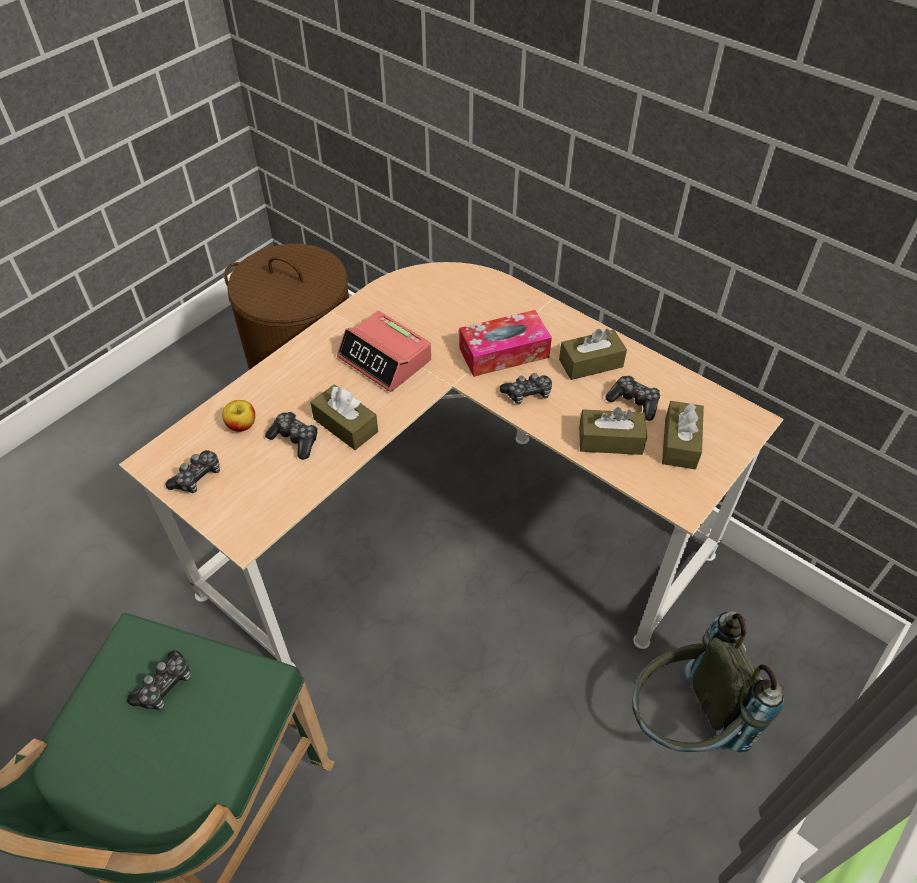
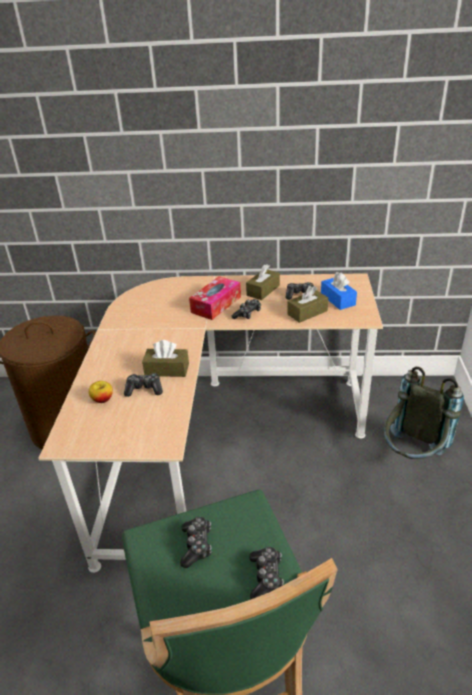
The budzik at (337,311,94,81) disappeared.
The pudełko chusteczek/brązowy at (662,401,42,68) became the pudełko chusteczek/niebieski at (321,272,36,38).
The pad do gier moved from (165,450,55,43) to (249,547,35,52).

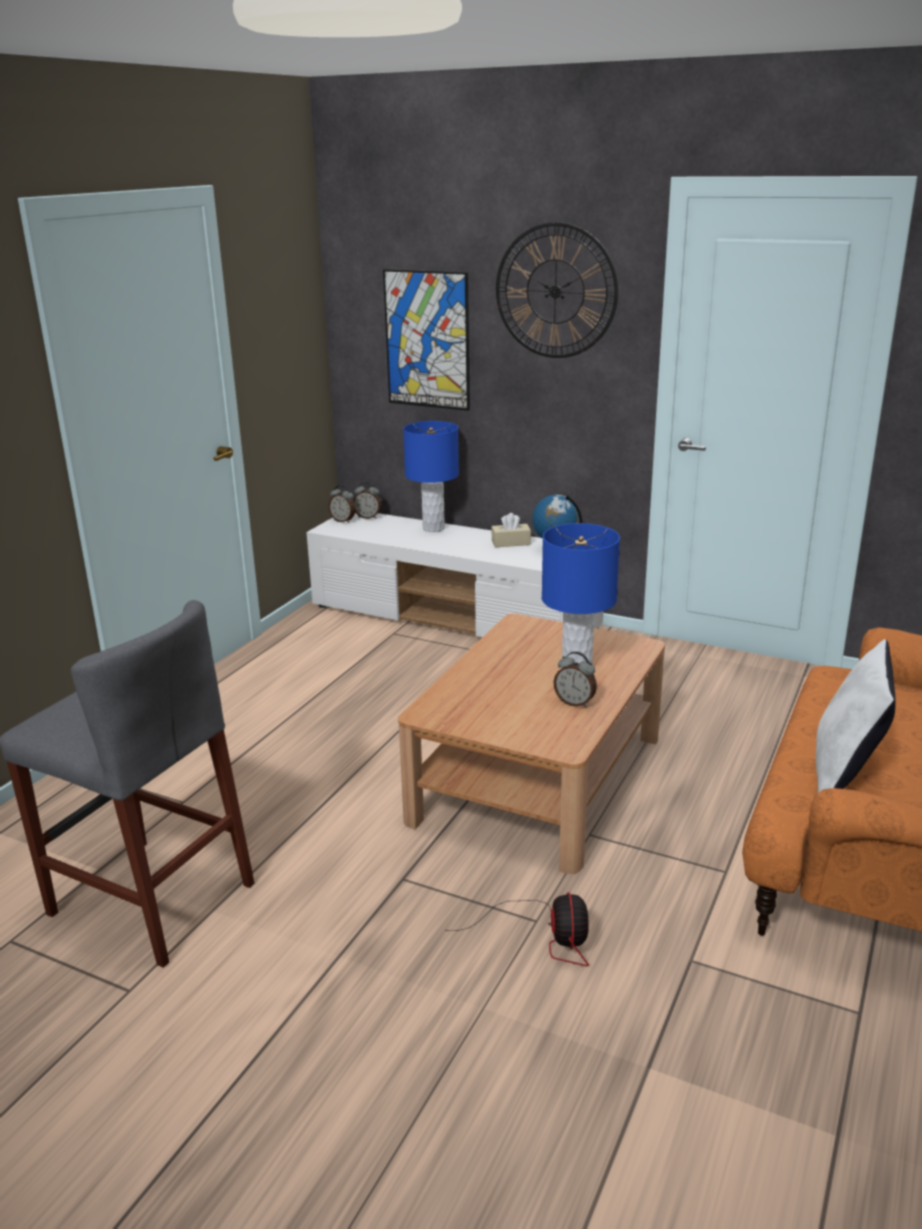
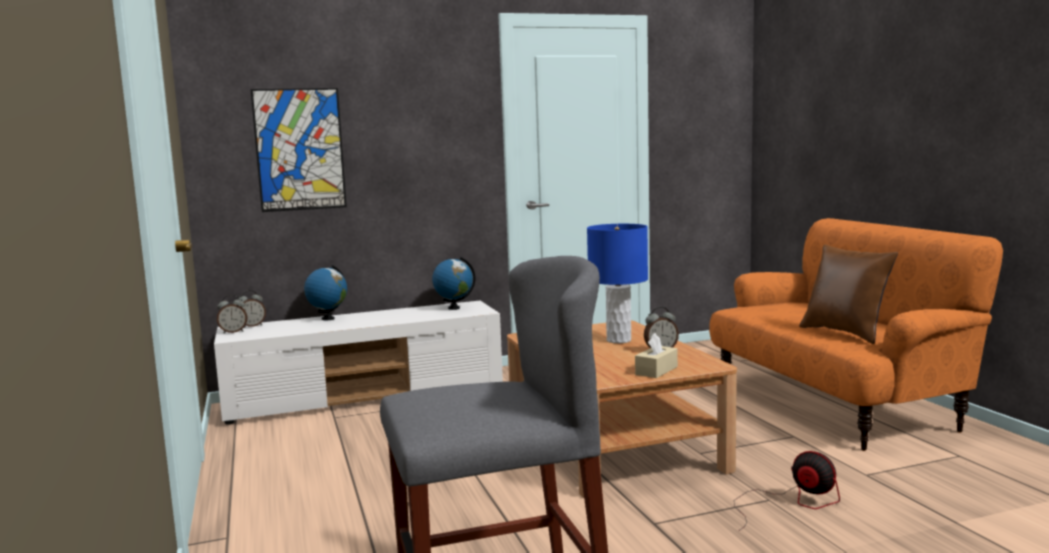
The zegar ścienny at (496,222,122,136) disappeared.
The lampa stołowa/niebieski at (403,421,56,111) was replaced by the globus at (304,265,43,55).
The pudełko chusteczek/beżowy moved from (491,513,40,34) to (635,333,43,45).
The poduszka/biały at (816,639,80,154) became the poduszka/brązowy at (799,244,99,100).

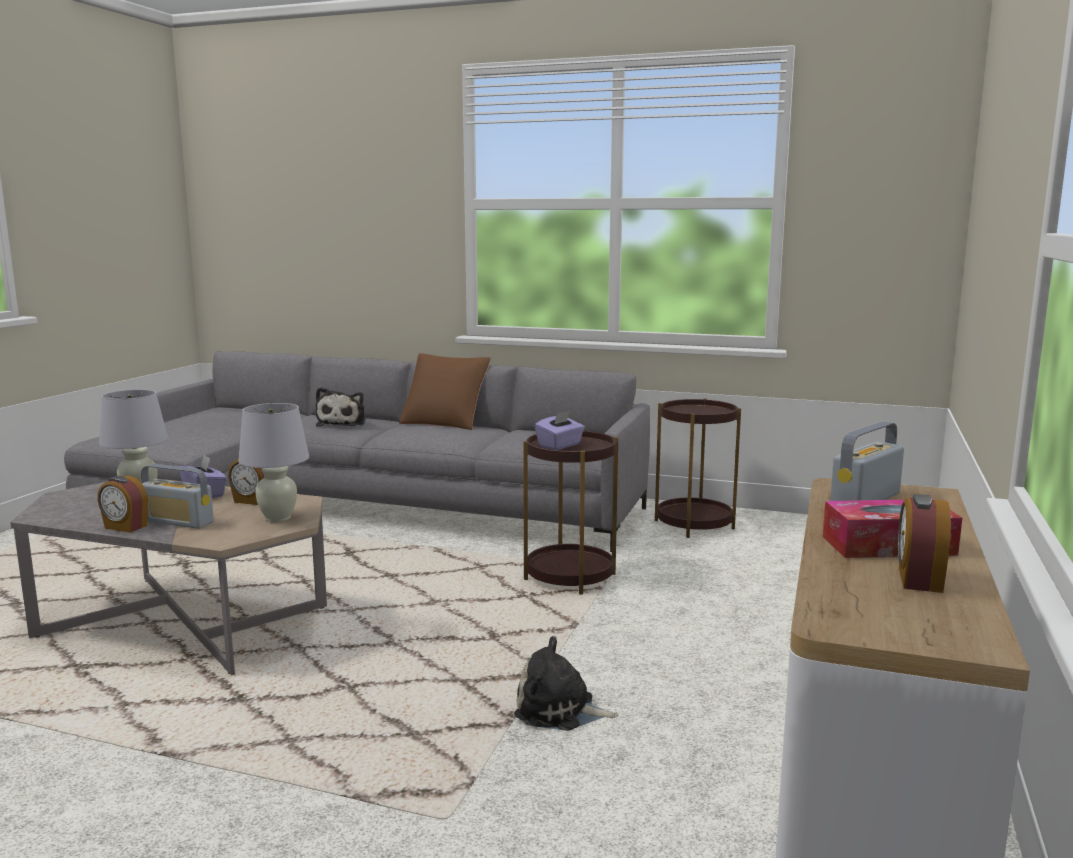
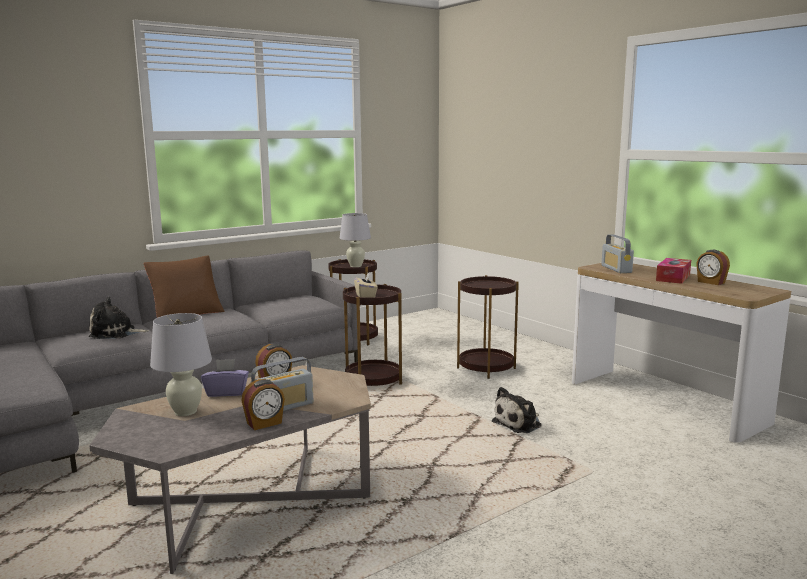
The pluszak at (316,387,50,39) turned 135 degrees clockwise.
The lampa stołowa/biały moved from (238,403,71,119) to (340,213,31,54).
The pudełko chusteczek/fioletowy at (535,410,50,40) became the pudełko chusteczek/beżowy at (354,273,24,25).
The stolik/brązowy at (457,275,62,104) appeared.

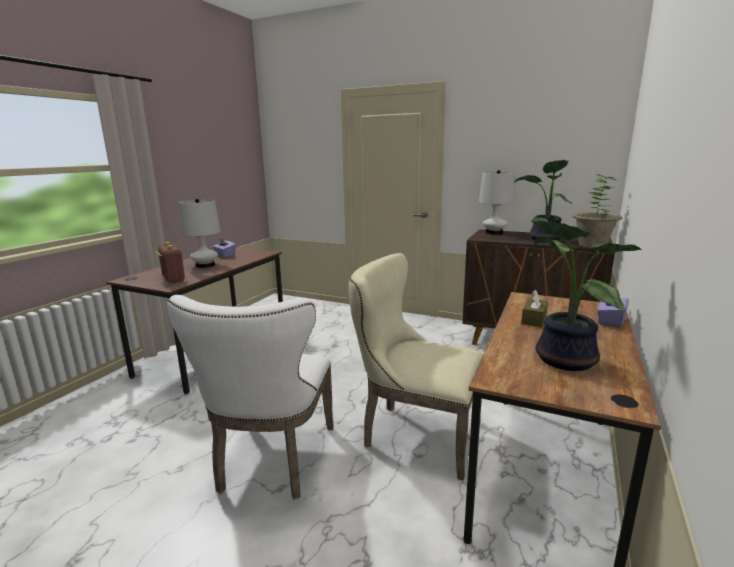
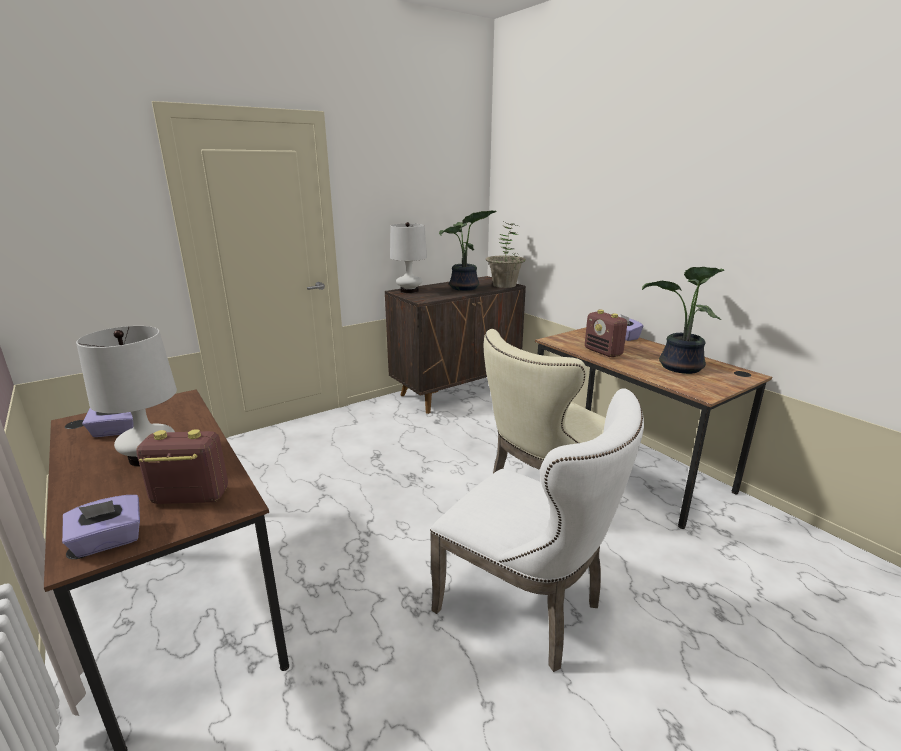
The pudełko chusteczek/brązowy at (521,290,27,37) was replaced by the radio at (585,310,43,47).
The pudełko chusteczek/fioletowy at (62,495,78,62) appeared.

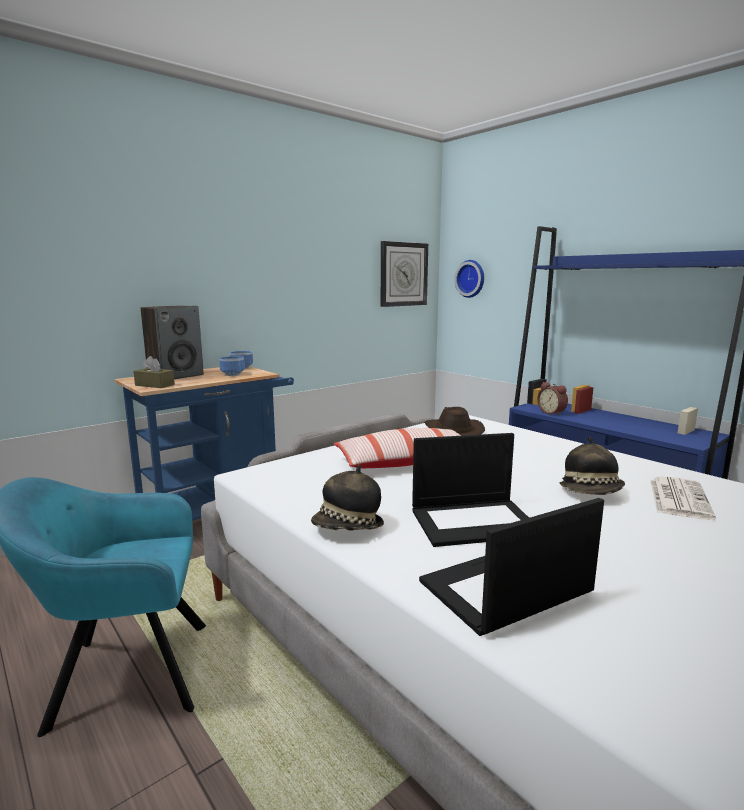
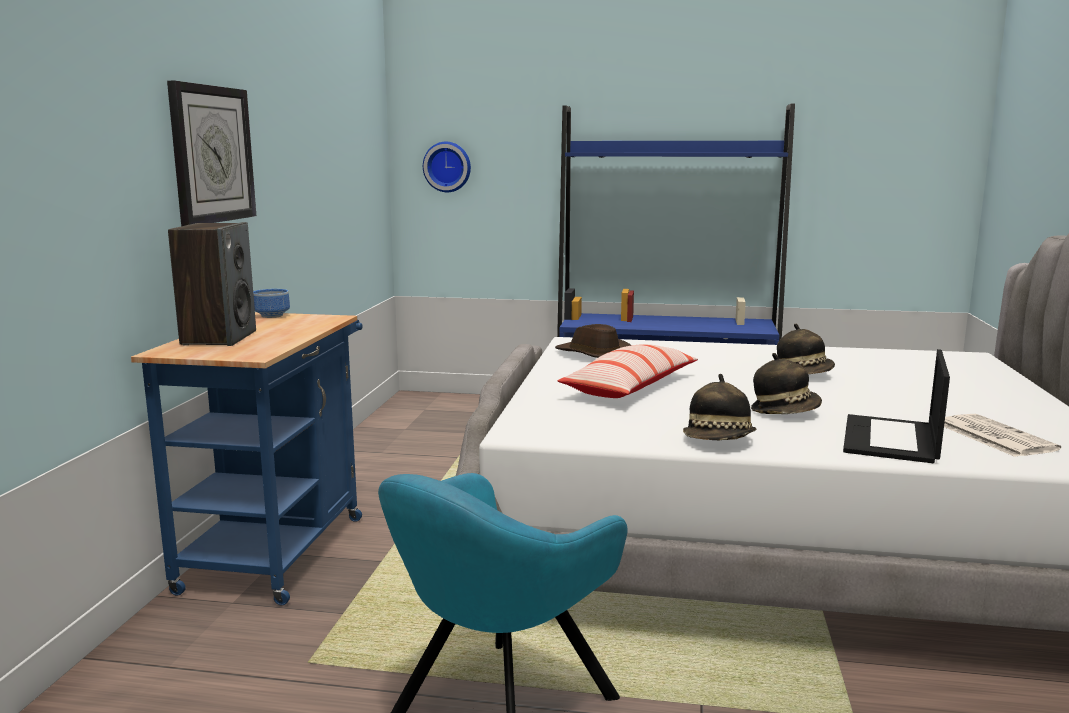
The zegar ścienny moved from (381,241,47,66) to (167,81,89,145).
The pudełko chusteczek/brązowy at (133,356,42,32) disappeared.
The miska at (219,356,26,20) disappeared.
The budzik at (537,382,31,34) disappeared.
The laptop at (412,433,117,114) was replaced by the kapelusz at (751,353,71,61).
The gazeta moved from (650,476,66,44) to (944,414,117,43).

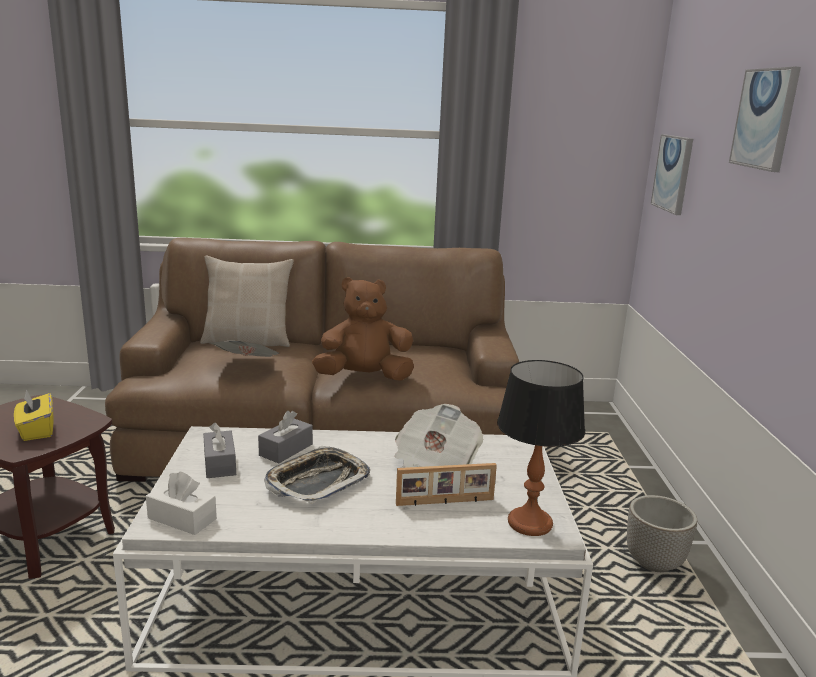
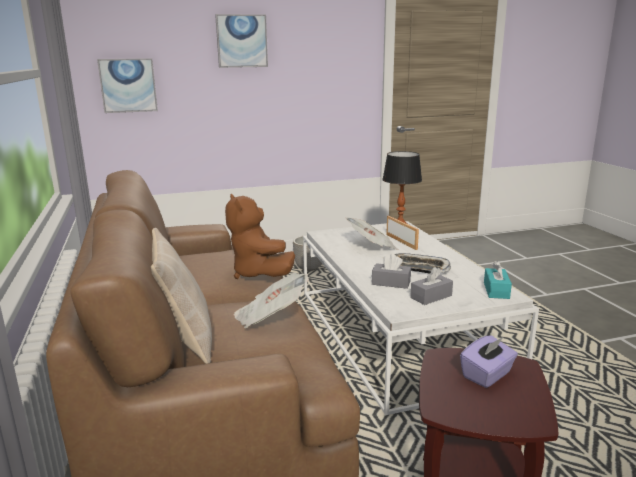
The pudełko chusteczek/żółty at (14,390,39,51) became the pudełko chusteczek/fioletowy at (460,335,58,53).
The pudełko chusteczek/biały at (146,471,71,64) became the pudełko chusteczek/turkusowy at (484,260,28,39).

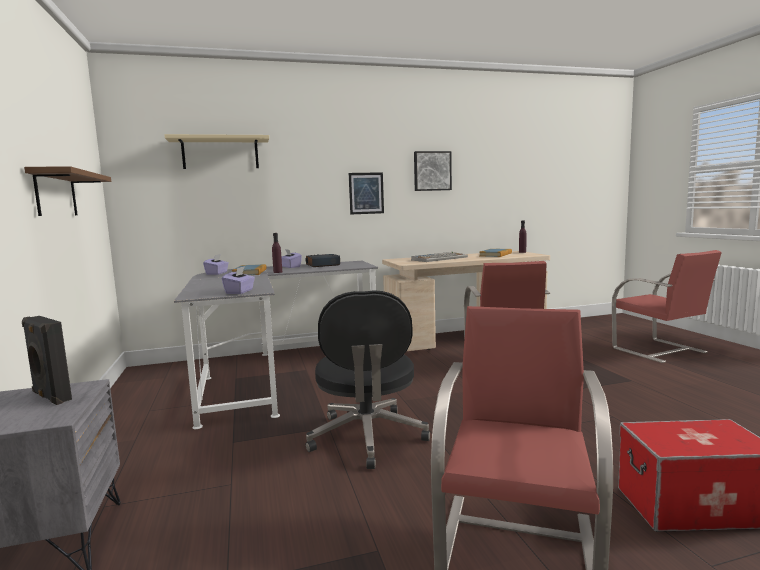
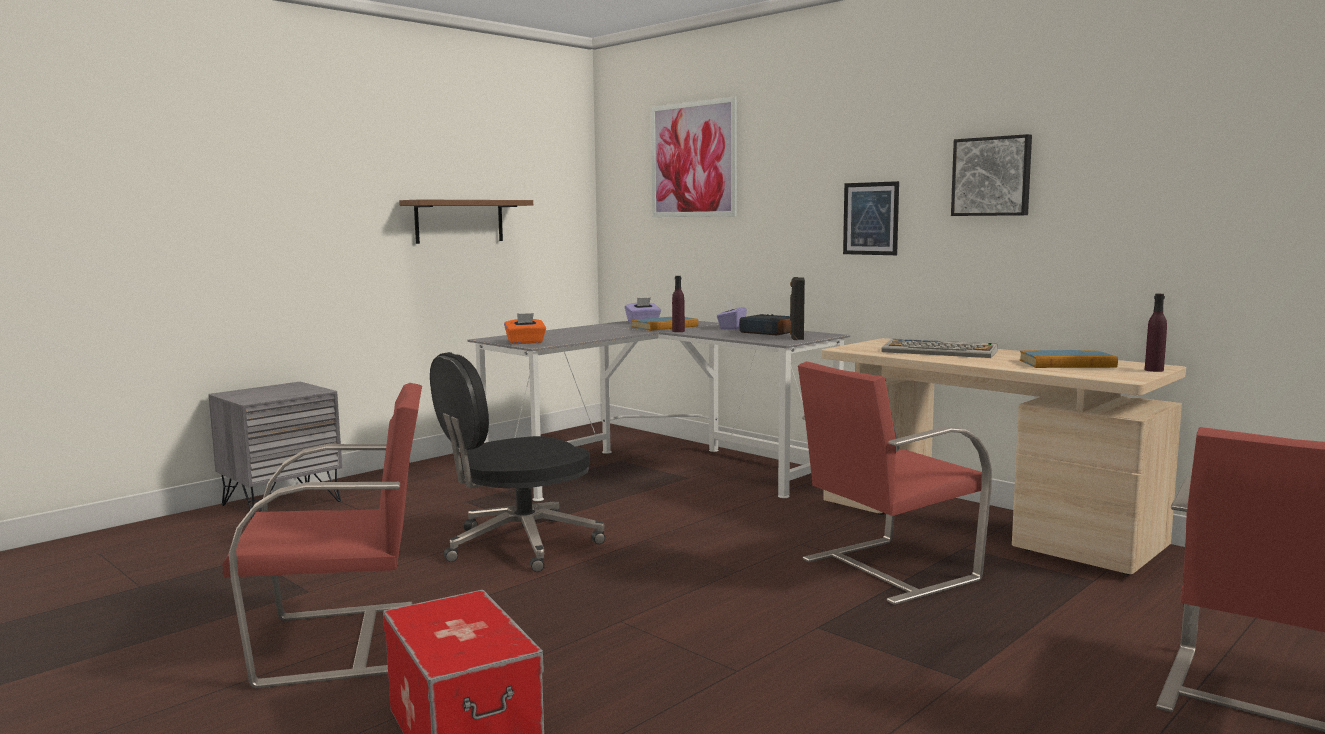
The półka/beżowy at (164,134,105,35) was replaced by the obraz at (651,96,86,121).
The pudełko chusteczek/fioletowy at (222,266,33,28) became the pudełko chusteczek/pomarańczowy at (504,313,42,31).
The głośnik/czarny moved from (22,316,50,89) to (790,277,15,63).

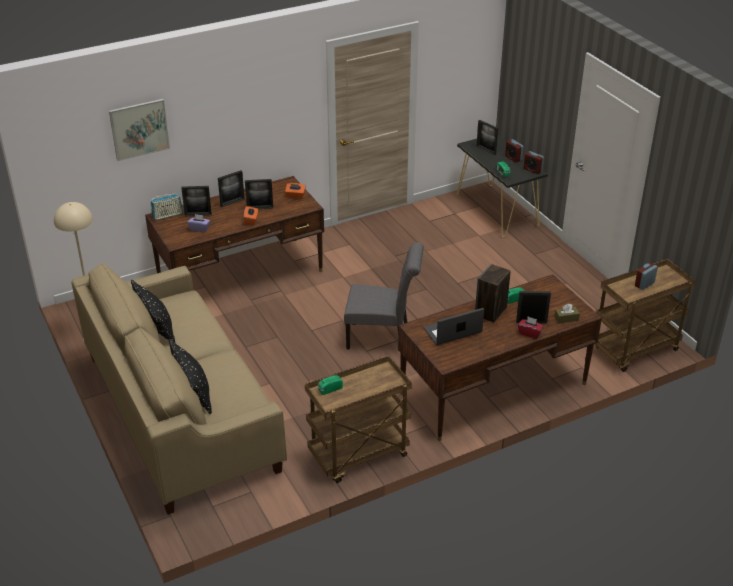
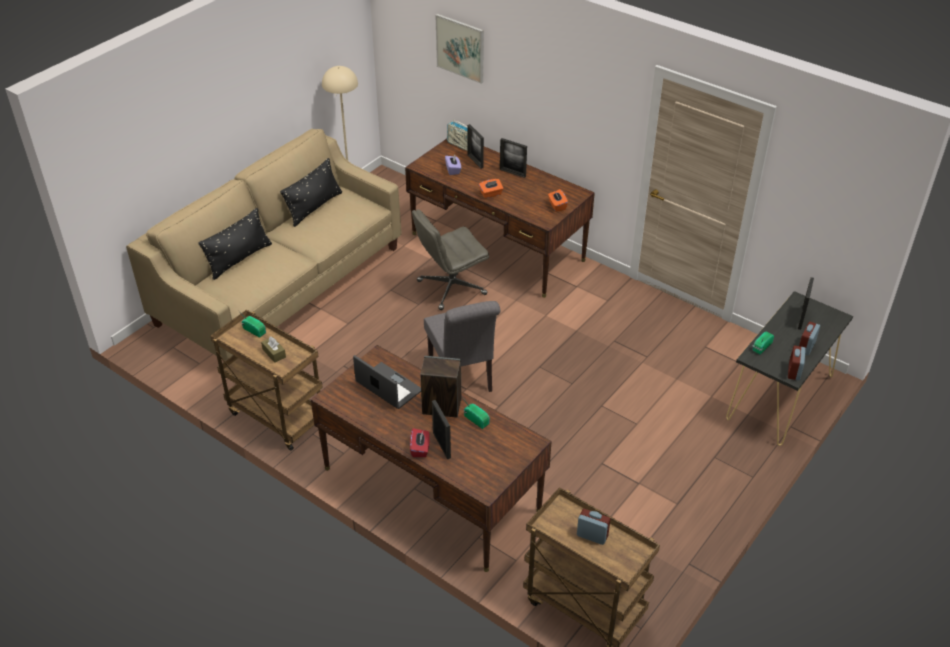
The ramka na zdjęcie at (245,179,28,30) disappeared.
The pudełko chusteczek/brązowy moved from (554,304,26,20) to (261,336,25,27).
The krzesło biurowe/szary at (412,209,77,101) appeared.

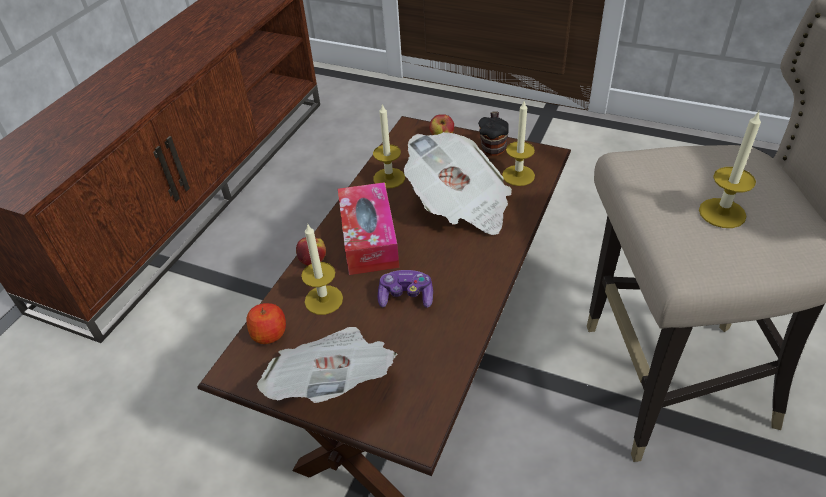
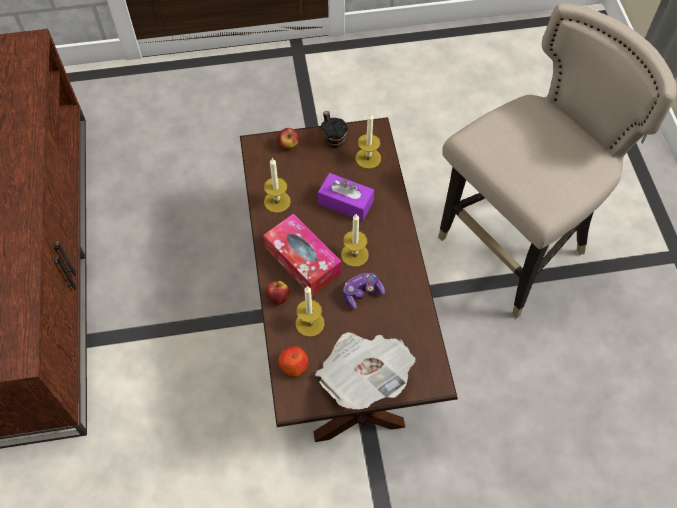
The świeca moved from (699,111,62,117) to (341,214,28,53).
The gazeta at (404,132,108,103) was replaced by the pudełko chusteczek/fioletowy at (318,173,56,48).

